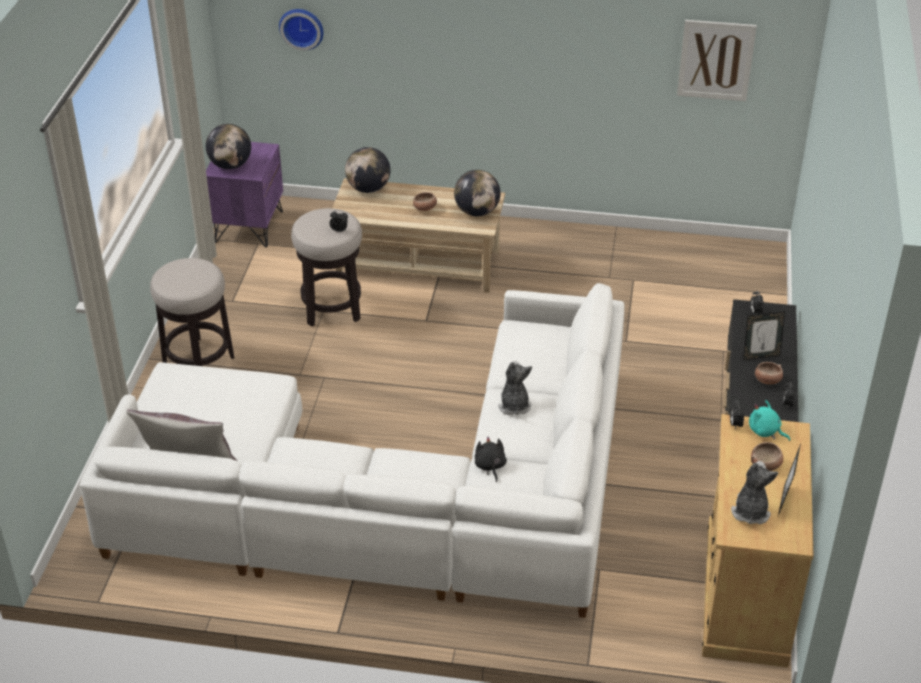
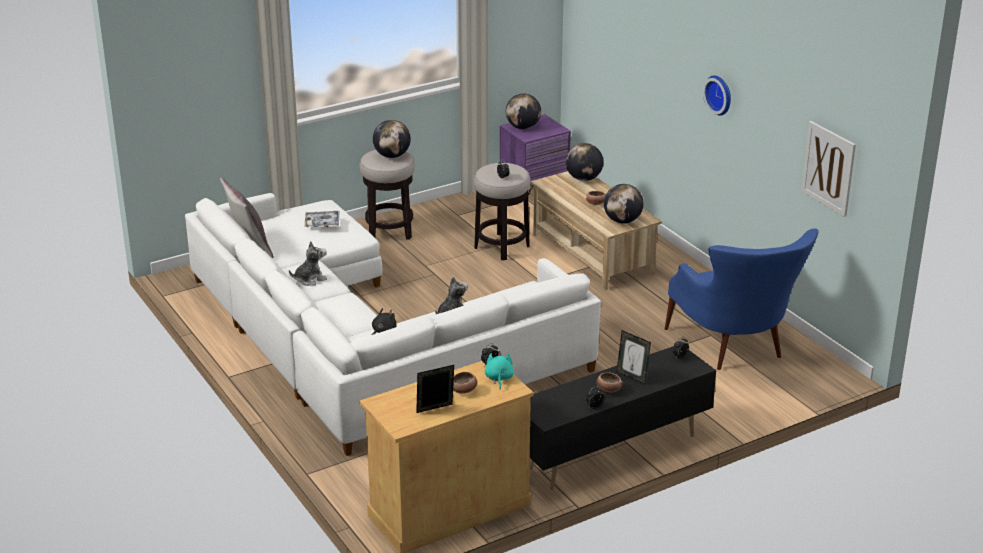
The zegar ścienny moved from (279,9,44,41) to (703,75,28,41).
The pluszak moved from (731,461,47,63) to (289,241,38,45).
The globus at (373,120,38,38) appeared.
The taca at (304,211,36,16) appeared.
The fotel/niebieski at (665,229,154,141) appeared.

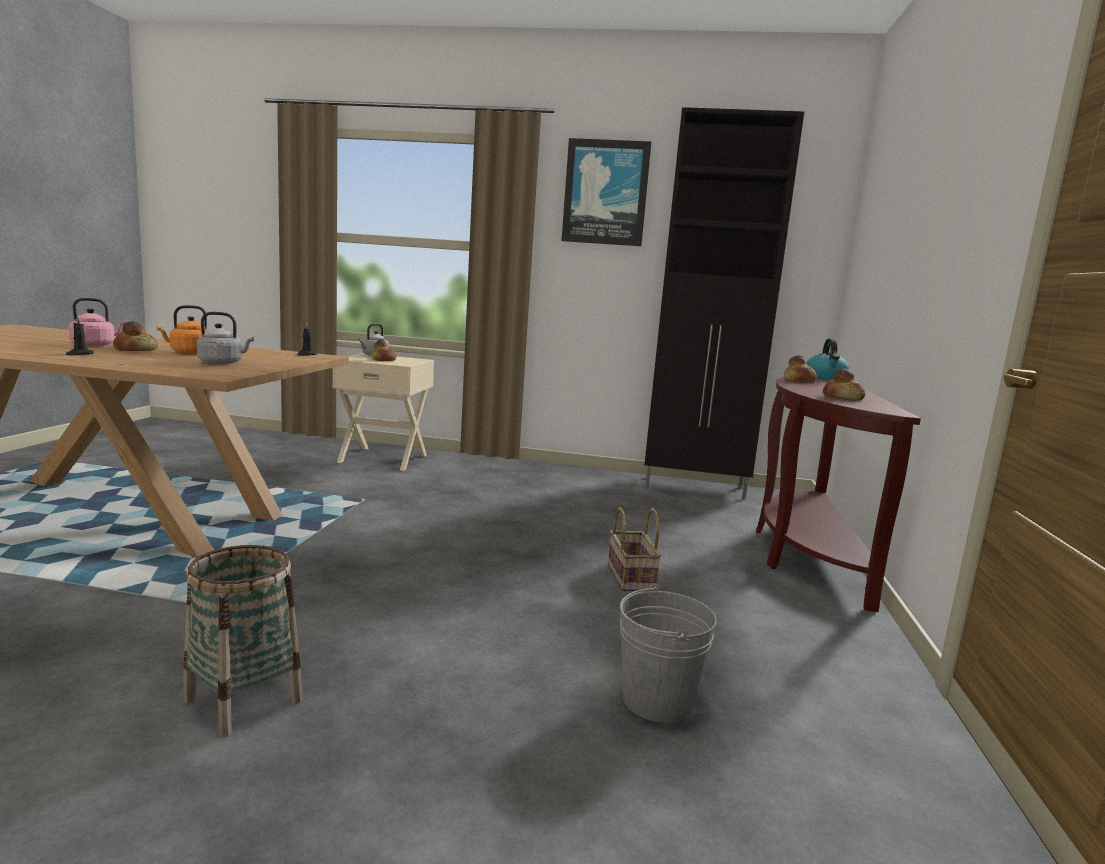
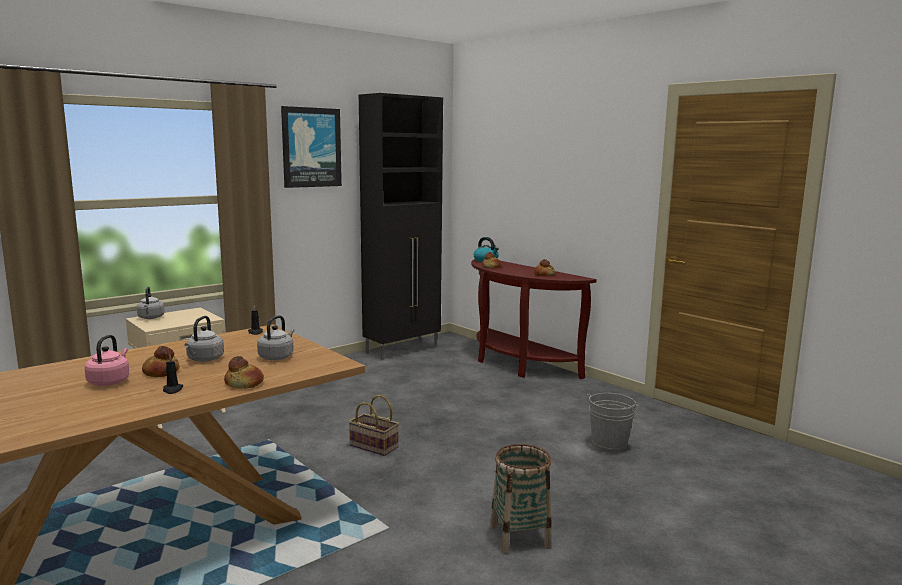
The czajnik/pomarańczowy at (157,305,51,49) became the czajnik/szary at (184,316,40,46).
The chleb moved from (371,340,26,21) to (224,356,40,33).
The koszyk moved from (608,507,53,85) to (348,395,51,61).

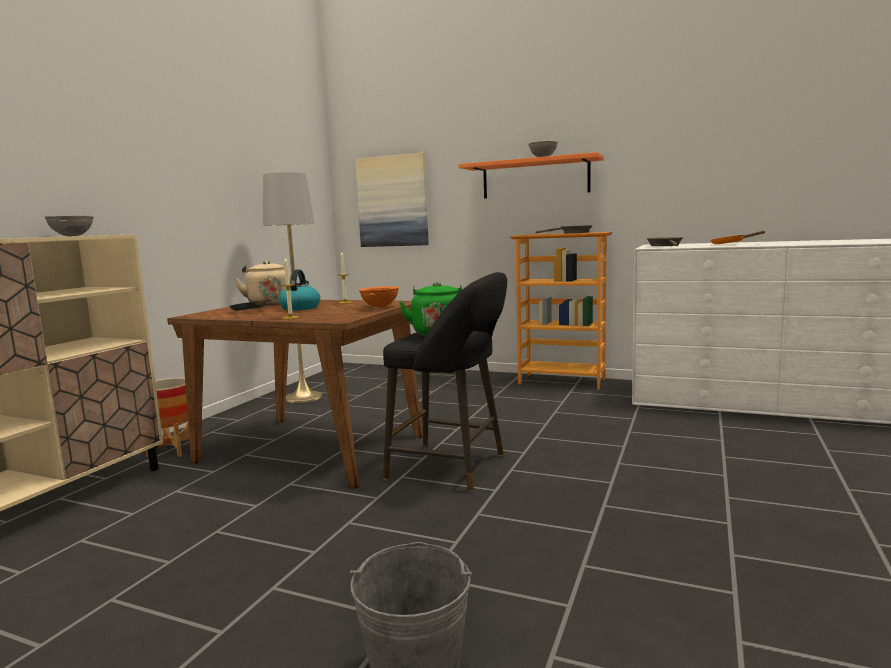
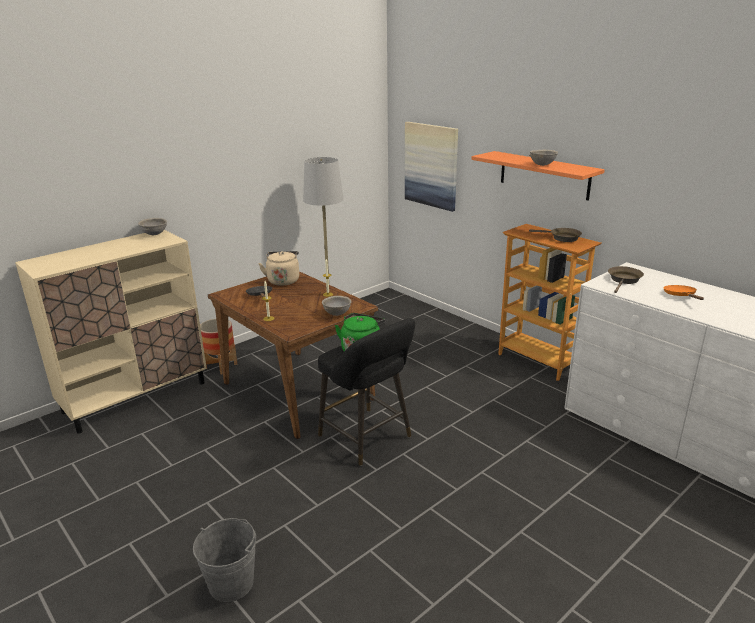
The czajnik at (279,270,41,40) disappeared.
The miska/pomarańczowy at (359,286,40,22) became the miska/szary at (322,296,29,20).

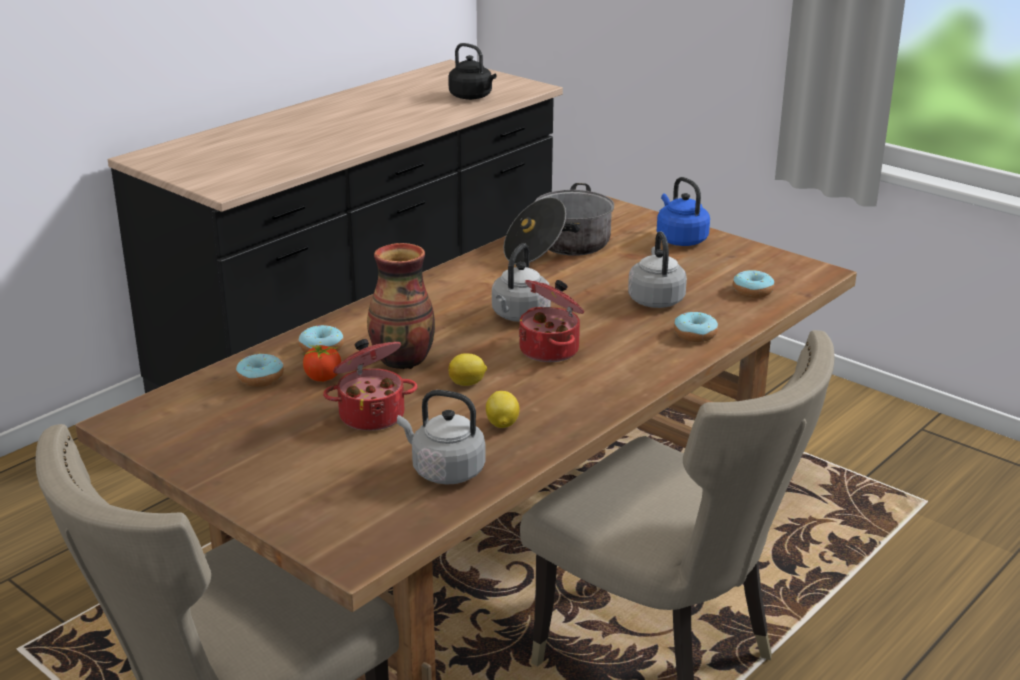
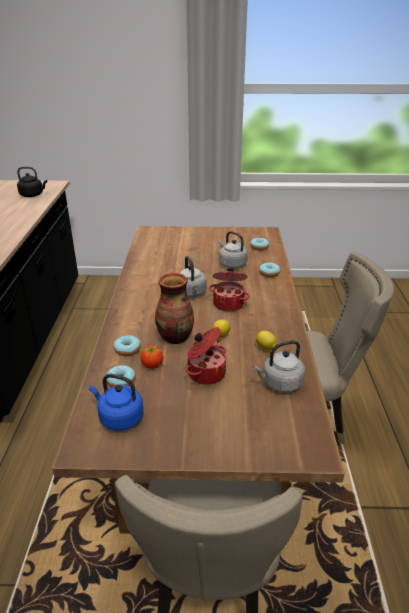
The czajnik/niebieski moved from (657,177,53,69) to (89,374,54,57).
The garnek at (503,183,111,81) disappeared.

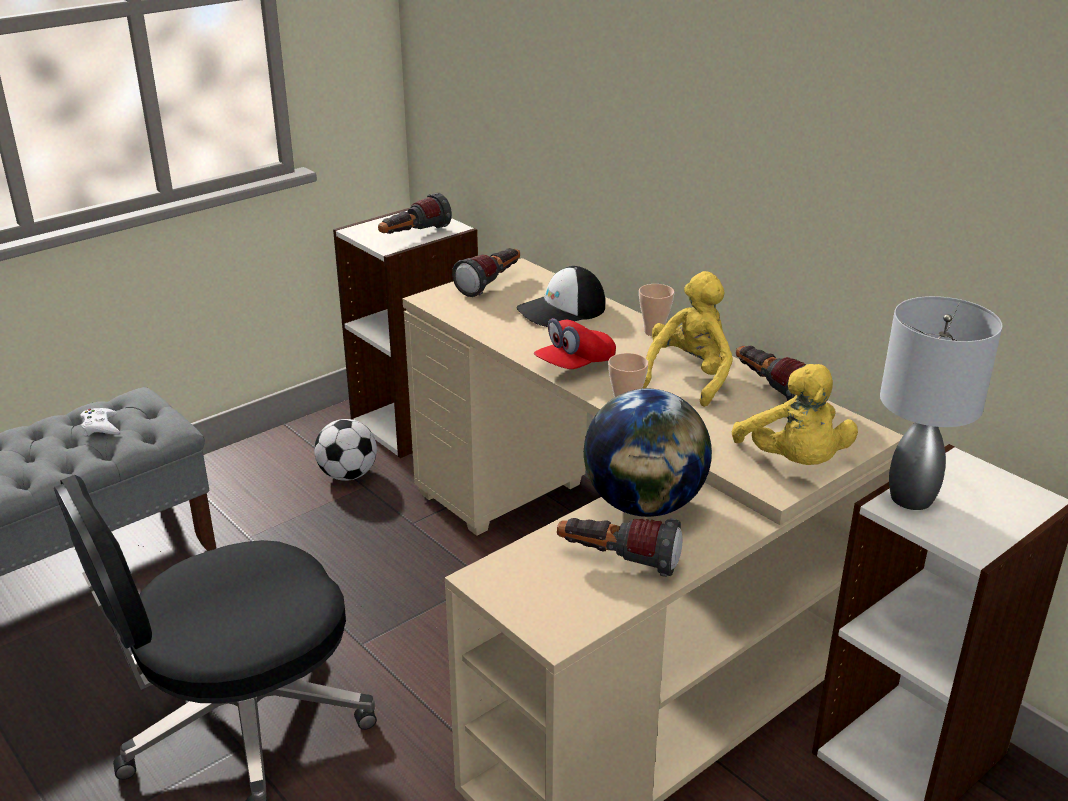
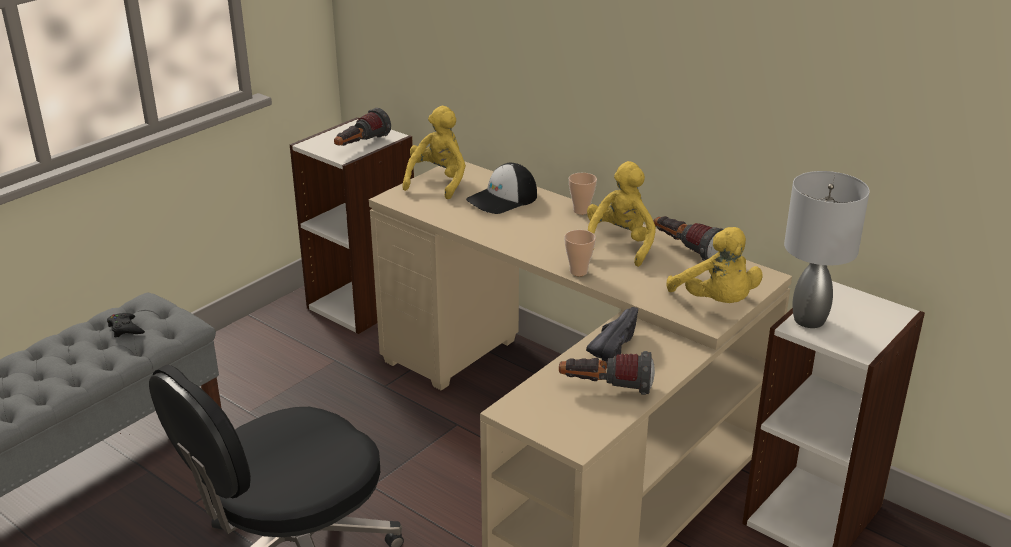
The latarka at (452,248,68,49) was replaced by the pluszak/żółty at (402,106,64,93).
The czapka z daszkiem/czerwony at (534,318,82,51) disappeared.
The globus at (584,389,128,128) was replaced by the but/czarny at (586,307,52,54).
The pad do gier/biały at (80,408,40,28) became the pad do gier/czarny at (107,313,38,25).
The piłka futbolowa at (314,419,63,62) disappeared.

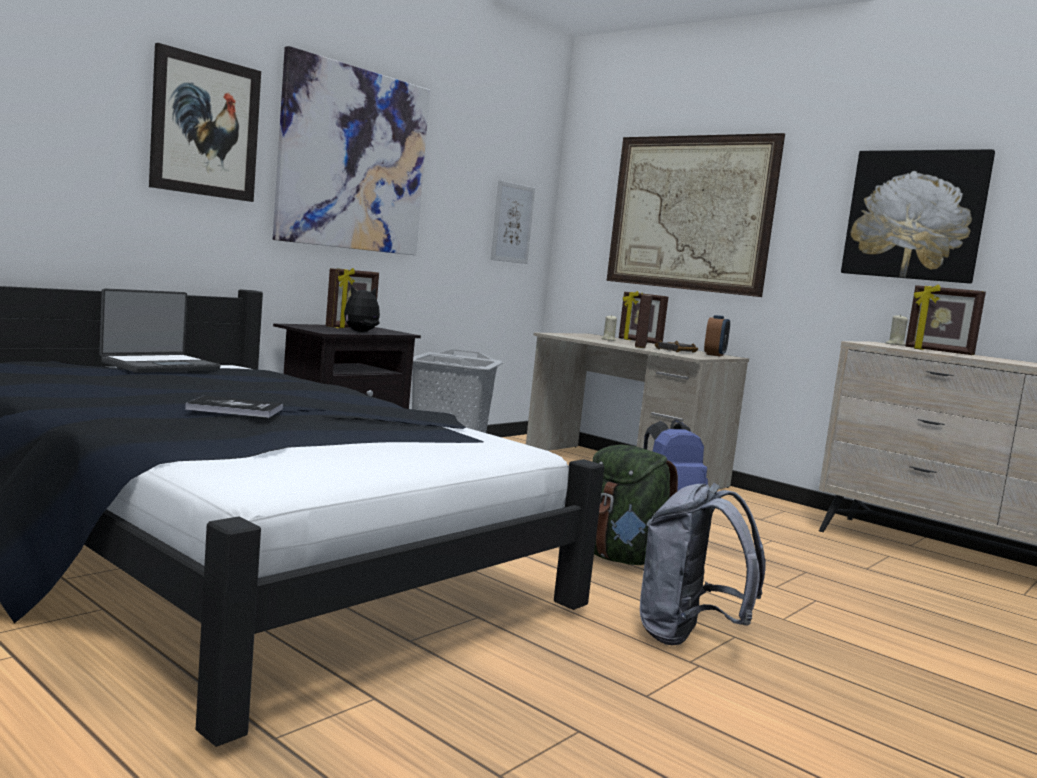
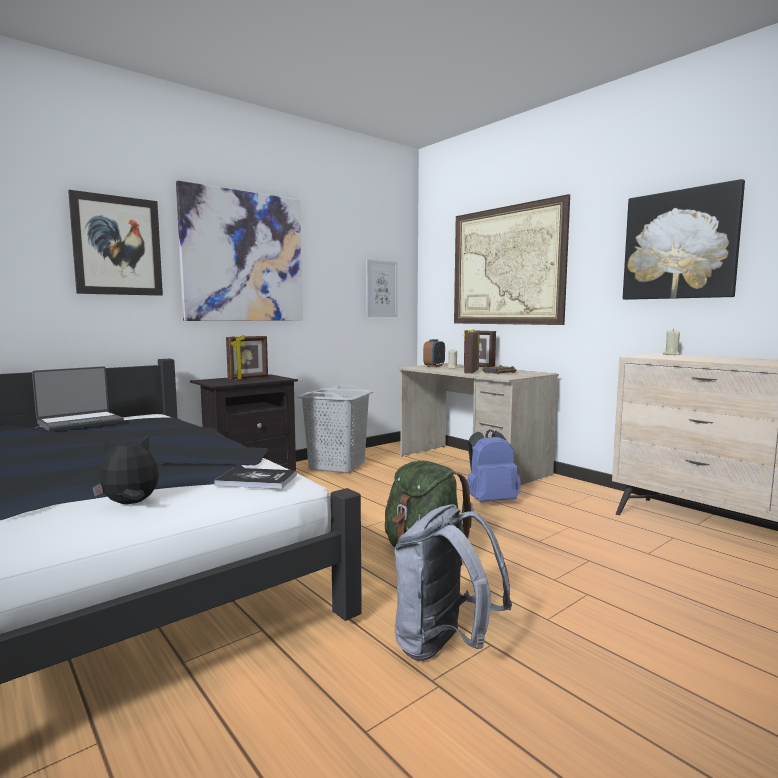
The ramka na zdjęcie at (905,284,81,71) disappeared.
The pluszak moved from (344,286,36,46) to (92,435,67,69).
The budzik moved from (704,315,26,41) to (423,339,22,28).
The książka moved from (185,395,98,23) to (214,468,83,21).

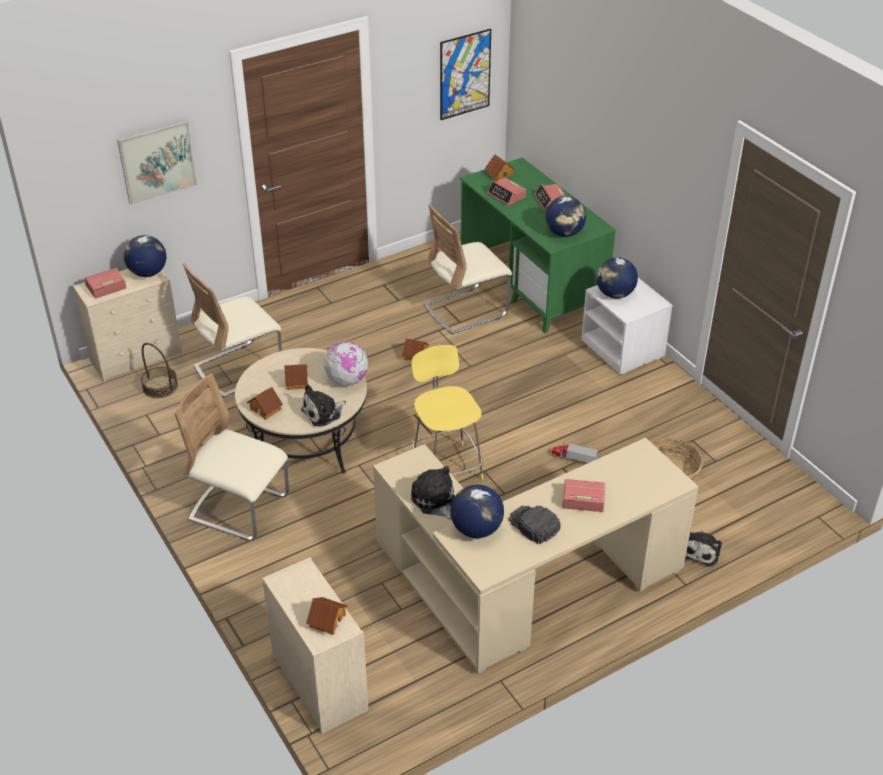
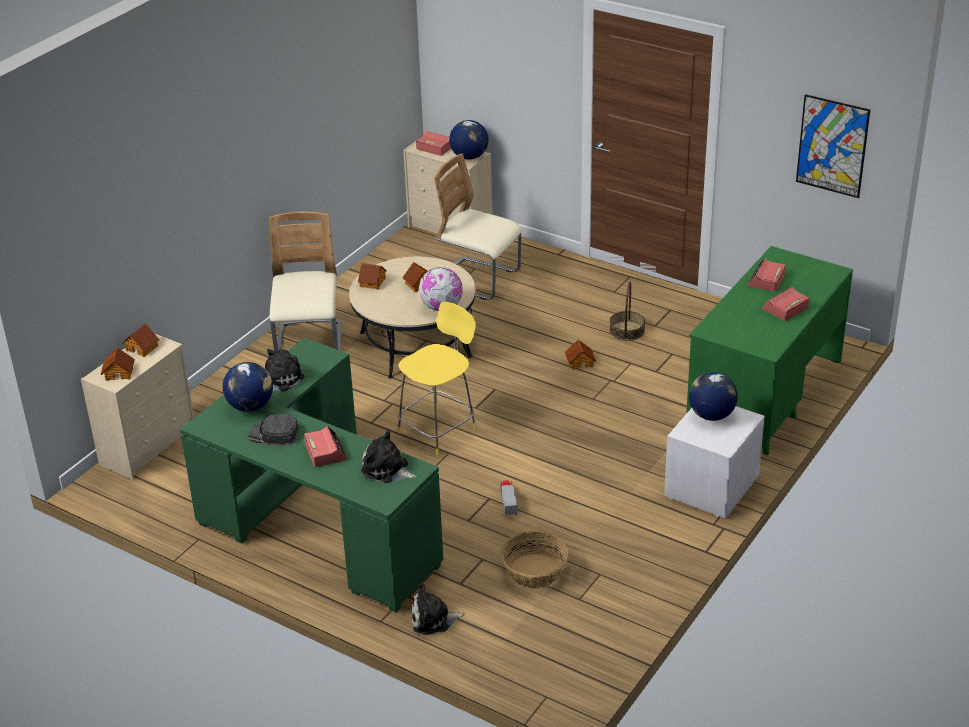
The obraz at (117,121,80,84) disappeared.
The domek moved from (485,154,30,27) to (121,324,38,33).
The globus at (546,196,40,41) disappeared.
The krzesło/beżowy at (425,204,87,131) disappeared.
The koszyk moved from (141,343,37,55) to (610,281,35,60).
The pluszak moved from (301,384,45,42) to (361,430,55,53).
The biurko/beżowy at (373,437,326,237) became the biurko/zielony at (180,338,263,275).
The czapka z daszkiem/czarny at (509,505,52,39) turned 105 degrees counterclockwise.

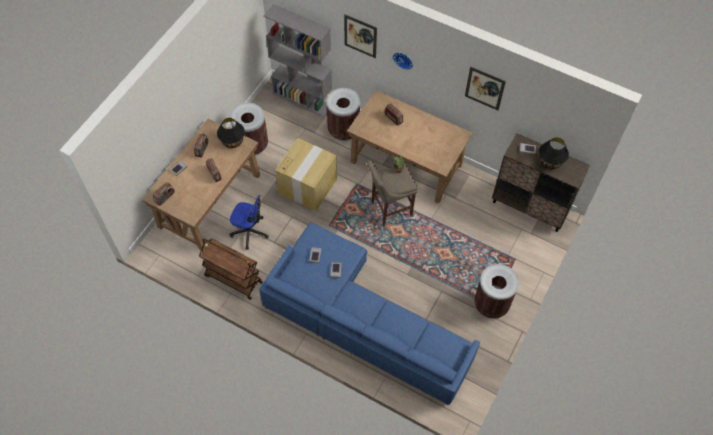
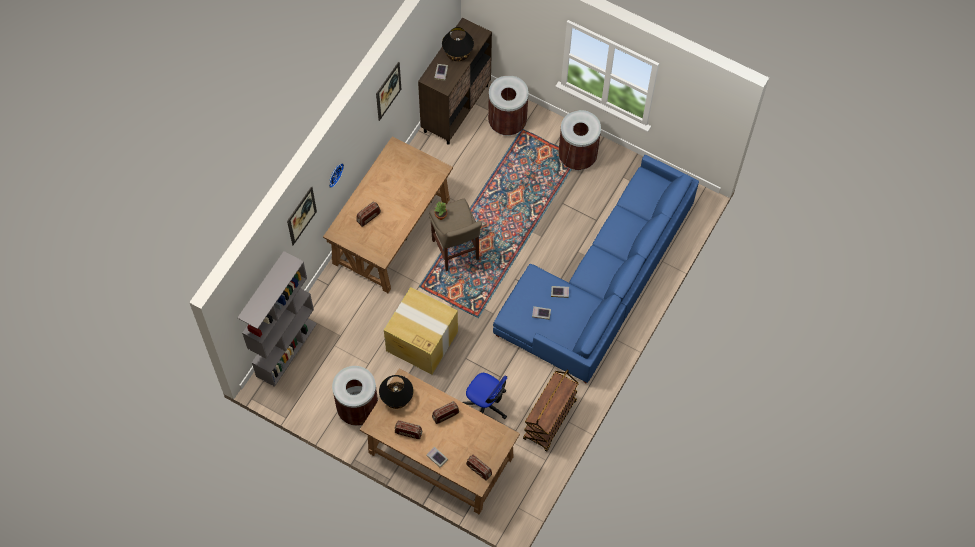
The kosz na śmieci/brązowy moved from (326,88,34,53) to (488,75,41,61).
The krzesło biurowe at (230,195,39,55) turned 105 degrees clockwise.

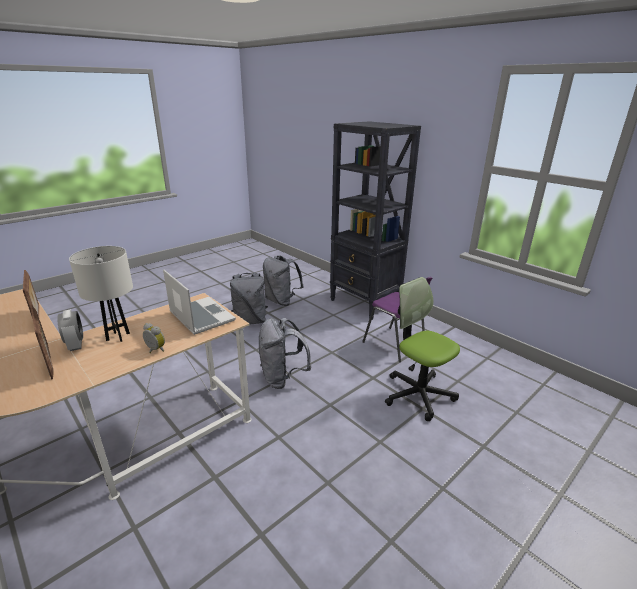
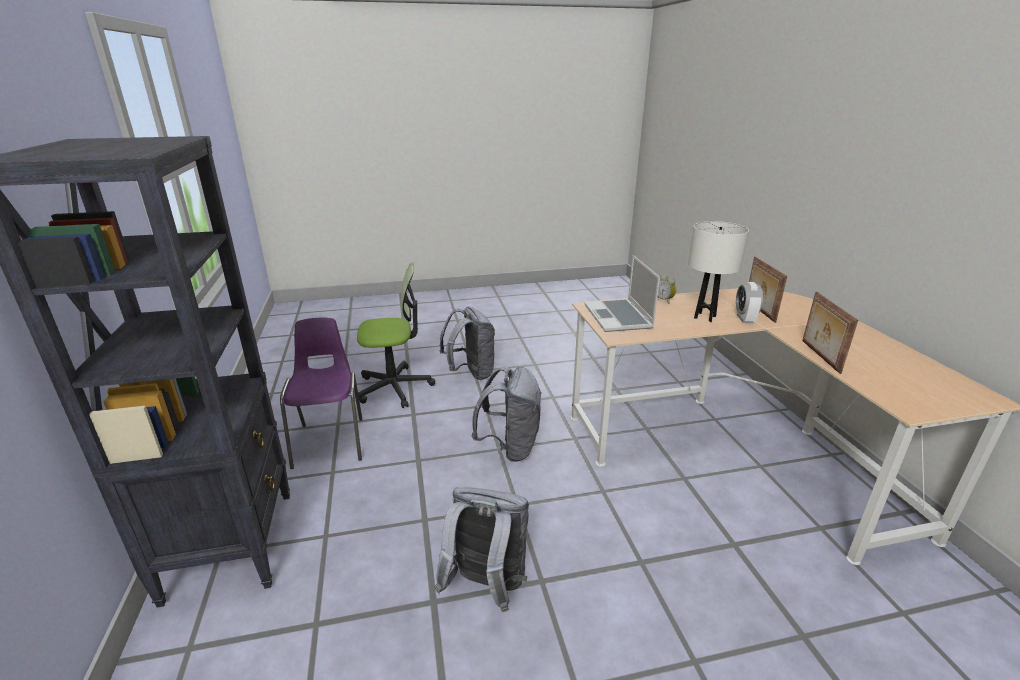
The plecak/szary moved from (263,256,41,50) to (440,306,55,74).
The krzesło biurowe at (385,277,75,144) turned 90 degrees counterclockwise.

